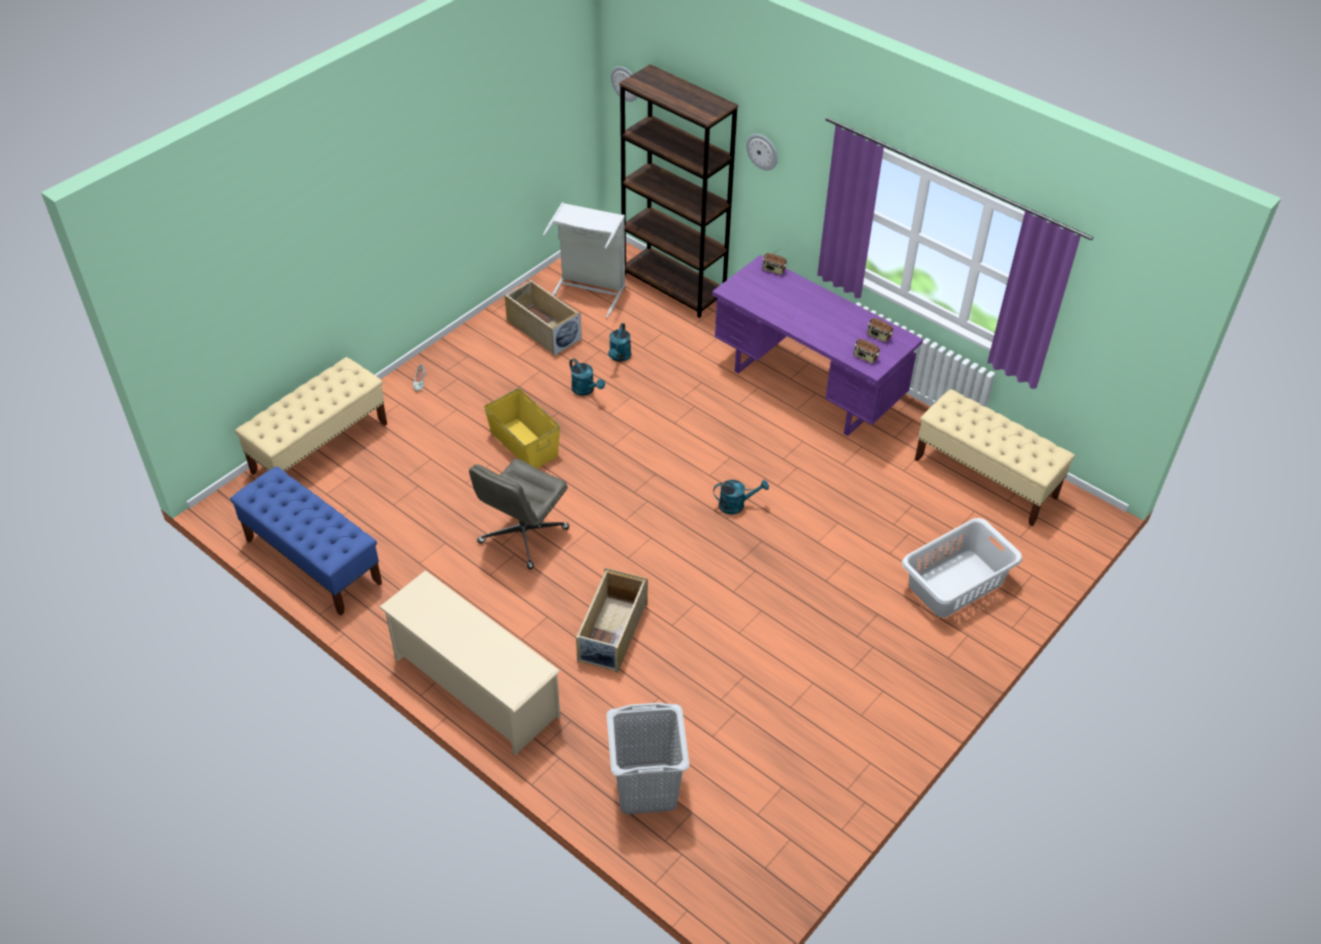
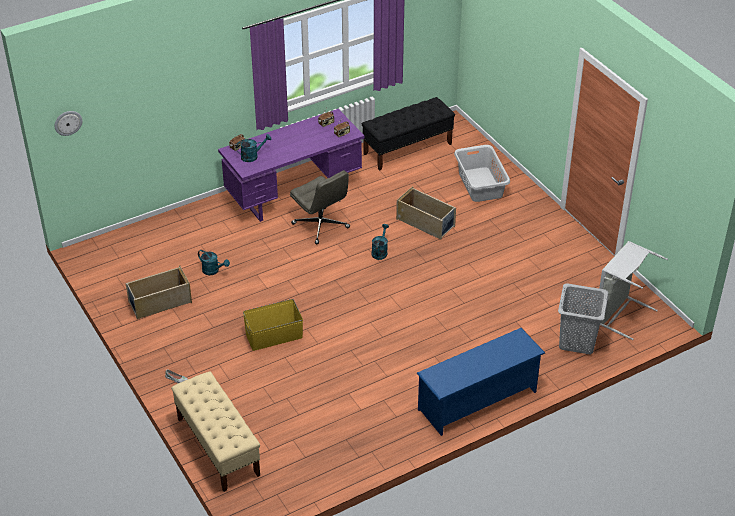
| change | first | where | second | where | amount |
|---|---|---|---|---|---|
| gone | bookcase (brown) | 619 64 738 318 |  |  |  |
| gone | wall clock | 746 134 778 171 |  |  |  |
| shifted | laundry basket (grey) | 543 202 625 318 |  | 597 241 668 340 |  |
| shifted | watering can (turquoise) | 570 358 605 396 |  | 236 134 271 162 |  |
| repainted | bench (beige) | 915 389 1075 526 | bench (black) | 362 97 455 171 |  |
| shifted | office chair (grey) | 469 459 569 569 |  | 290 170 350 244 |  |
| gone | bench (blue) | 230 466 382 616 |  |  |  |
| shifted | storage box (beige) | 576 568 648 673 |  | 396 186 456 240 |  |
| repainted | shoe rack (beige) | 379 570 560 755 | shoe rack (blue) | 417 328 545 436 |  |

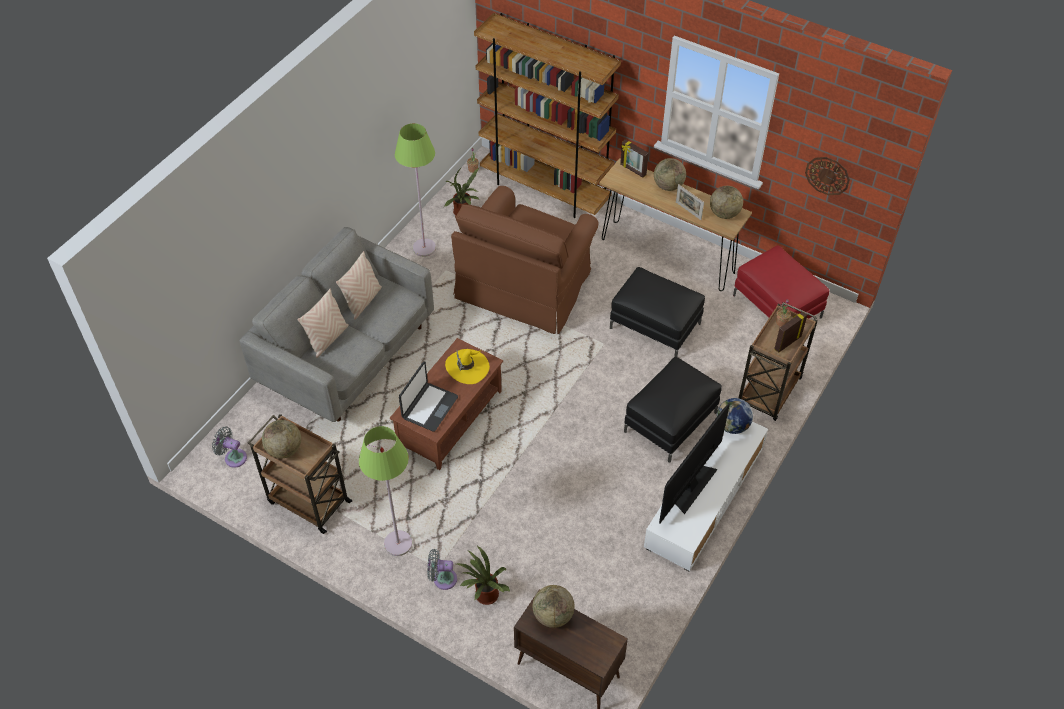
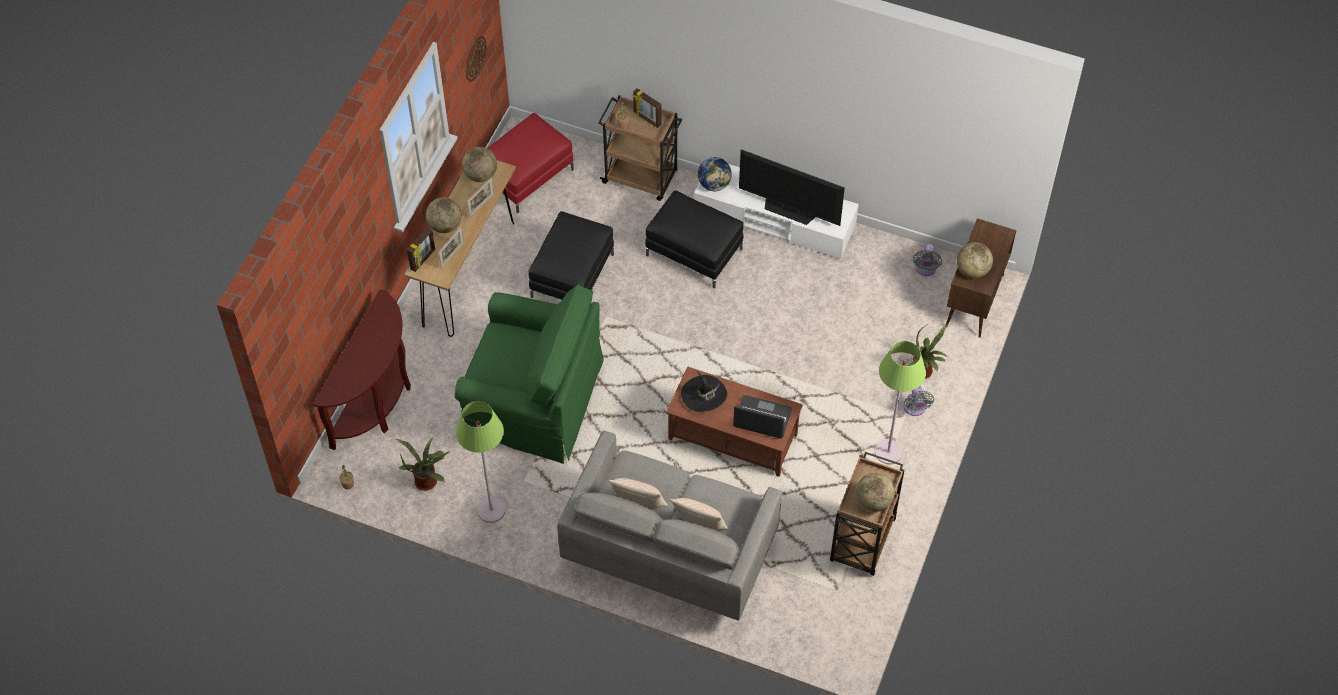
| change | first | where | second | where | amount |
|---|---|---|---|---|---|
| swapped | bookcase (brown) | 474 13 621 218 | console table (brown) | 313 289 411 450 |  |
| repainted | armchair (brown) | 451 186 599 334 | armchair (green) | 454 284 604 464 |  |
| repainted | hat (yellow) | 445 349 490 384 | hat (black) | 681 372 727 412 |  |
| shifted | fan (grey) | 212 427 247 468 |  | 913 244 942 276 |  |
| new |  |  | picture frame | 438 227 464 269 |  |

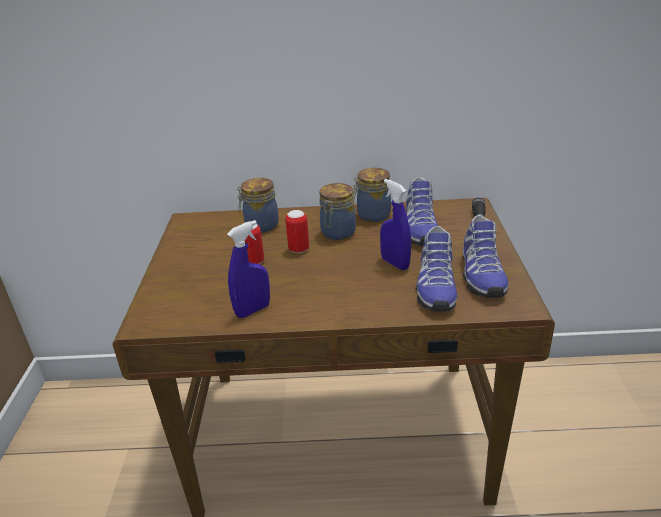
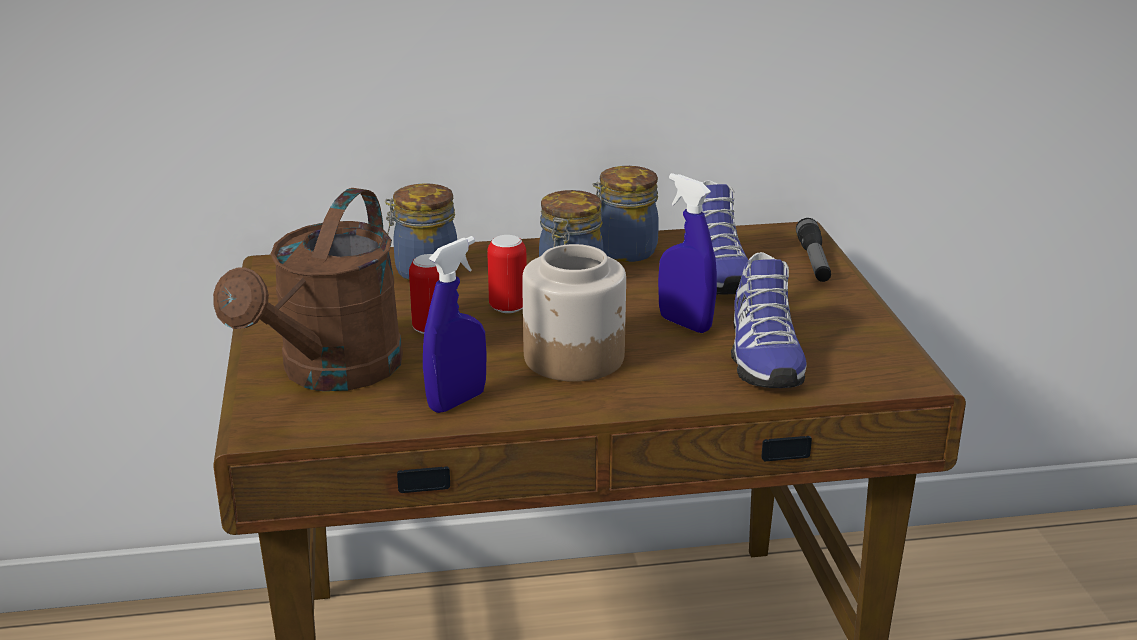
| change | first | where | second | where | amount |
|---|---|---|---|---|---|
| gone | shoe | 463 215 508 298 |  |  |  |
| new |  |  | watering can (brown) | 213 188 403 391 |  |
| new |  |  | jar | 522 244 626 382 |  |

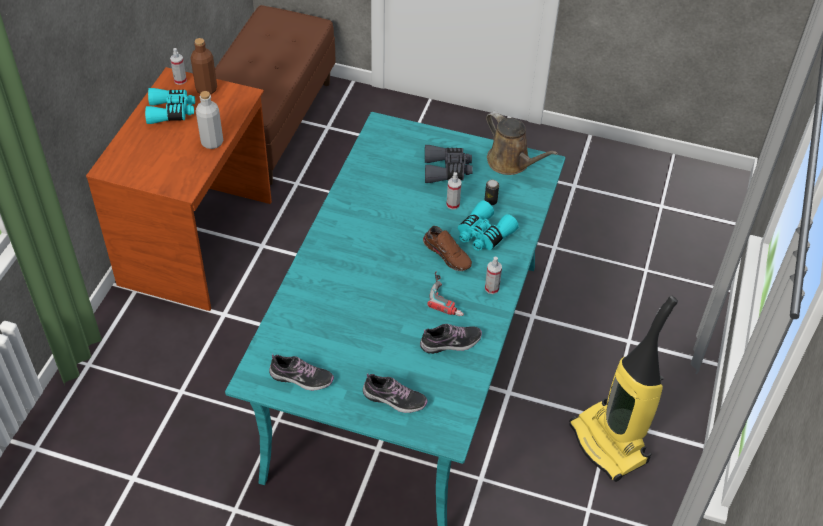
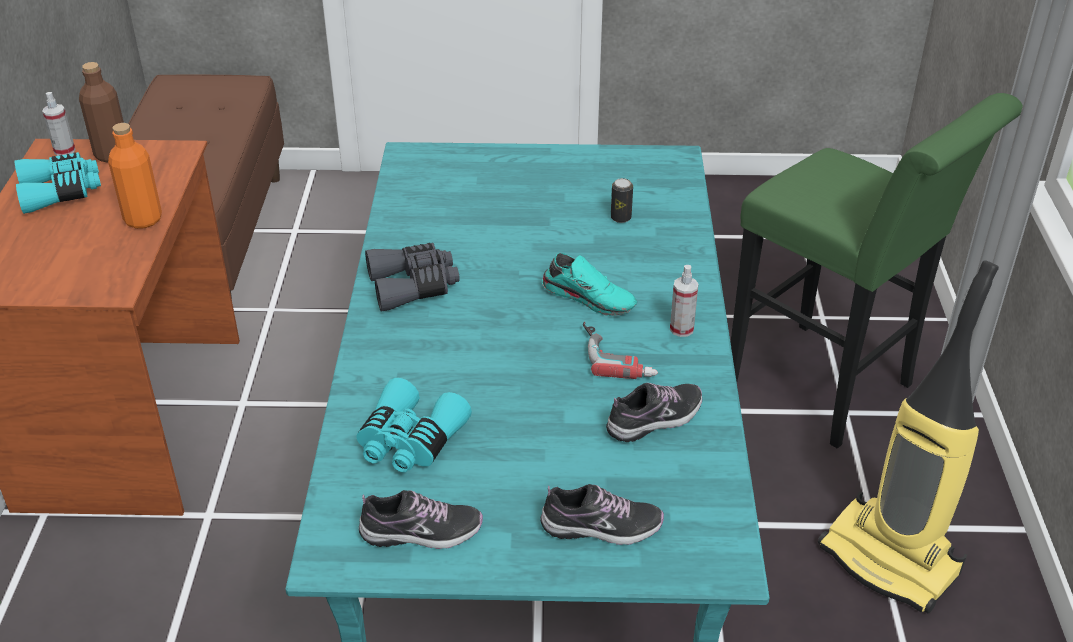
| change | first | where | second | where | amount |
|---|---|---|---|---|---|
| repainted | bottle (grey) | 196 91 223 149 | bottle (orange) | 108 123 162 229 |  |
| gone | watering can (brown) | 486 111 558 175 |  |  |  |
| shifted | binoculars (grey) | 425 145 473 183 |  | 365 243 460 311 |  |
| gone | spray bottle | 446 172 462 210 |  |  |  |
| shifted | binoculars (turquoise) | 458 200 519 251 |  | 356 378 472 473 |  |
| repainted | shoe (brown) | 423 226 472 271 | shoe (turquoise) | 541 253 637 316 |  |
| new |  |  | stool (green) | 730 93 1023 449 |  |

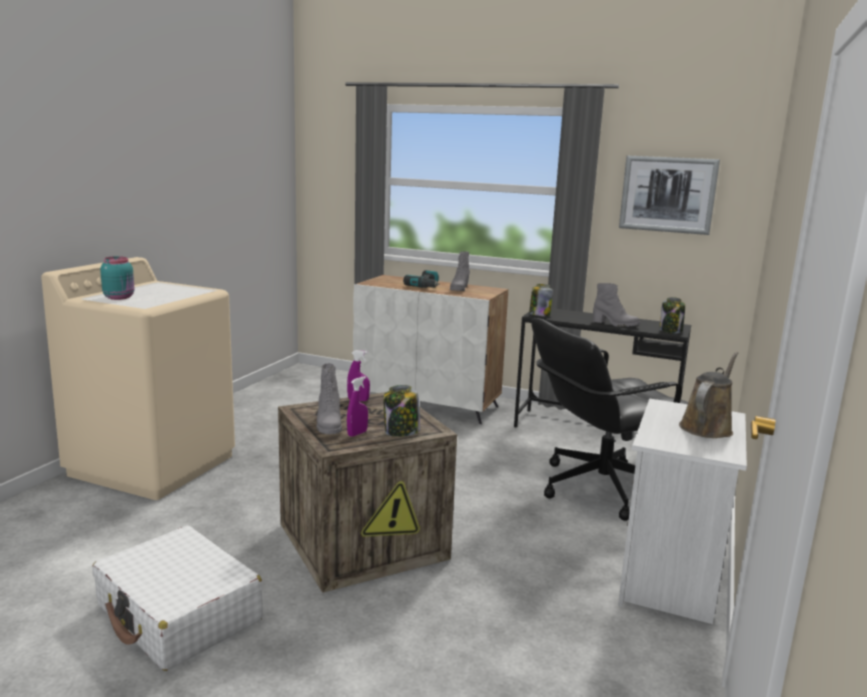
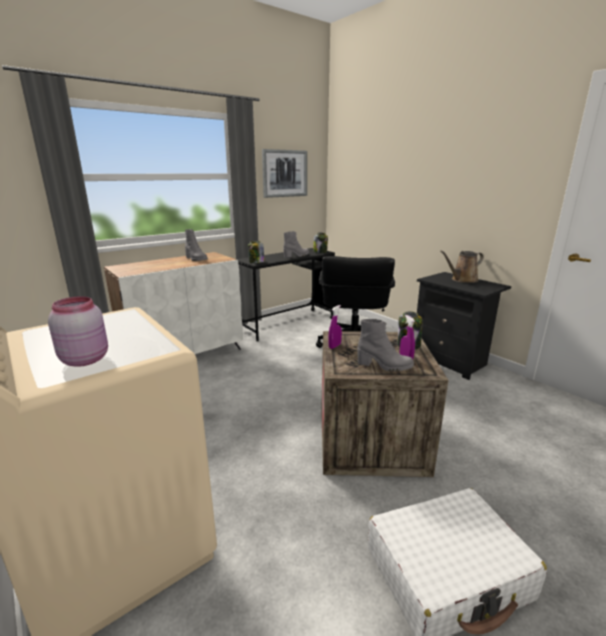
| change | first | where | second | where | amount |
|---|---|---|---|---|---|
| repainted | jar (turquoise) | 100 256 135 300 | jar (pink) | 48 296 108 367 |  |
| gone | power drill | 403 270 440 288 |  |  |  |
| rotated | watering can (brown) | 679 352 738 438 |  | 440 251 484 283 | 90 degrees counterclockwise |
| repainted | nightstand (white) | 618 398 747 624 | nightstand (black) | 417 272 511 380 |  |

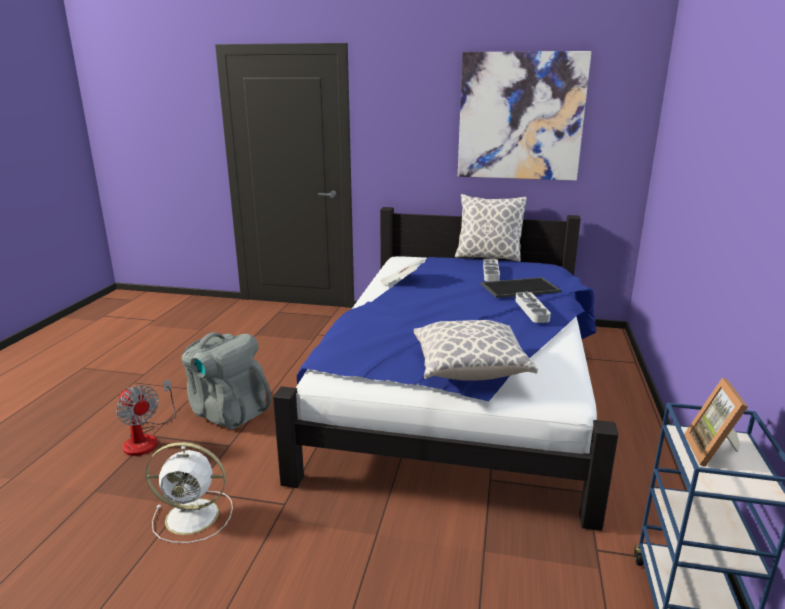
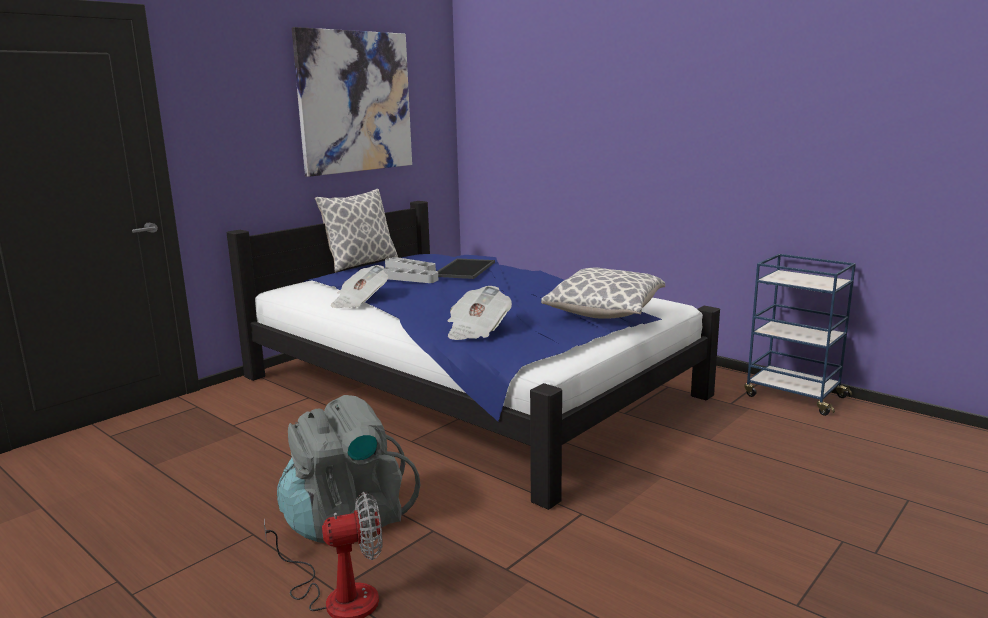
| change | first | where | second | where | amount |
|---|---|---|---|---|---|
| shifted | tray (grey) | 515 292 551 323 |  | 383 267 438 283 |  |
| gone | picture frame | 684 378 748 467 |  |  |  |
| gone | fan (white) | 146 442 233 543 |  |  |  |
| new |  |  | newspaper | 448 286 512 340 |  |

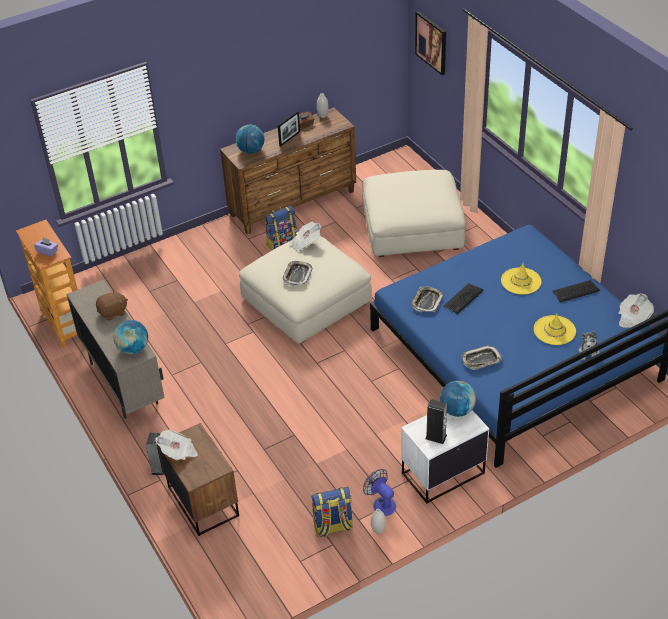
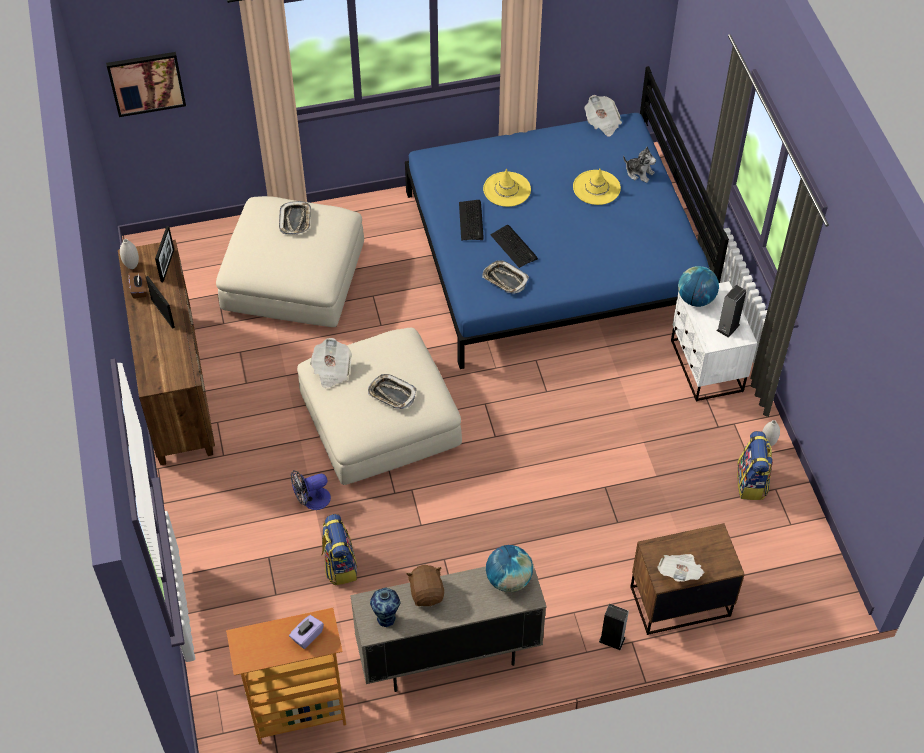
| change | first | where | second | where | amount |
|---|---|---|---|---|---|
| gone | globe | 235 125 264 154 |  |  |  |
| shifted | backpack | 265 206 298 251 |  | 321 514 358 585 |  |
| shifted | keyboard | 552 280 600 302 |  | 459 200 484 241 |  |
| shifted | tray | 461 345 502 370 |  | 279 201 311 235 |  |
| shifted | fan | 363 469 396 516 |  | 291 470 331 510 |  |
| new |  |  | picture frame | 155 226 174 282 |  |
| new |  |  | vase | 370 587 400 628 |  |

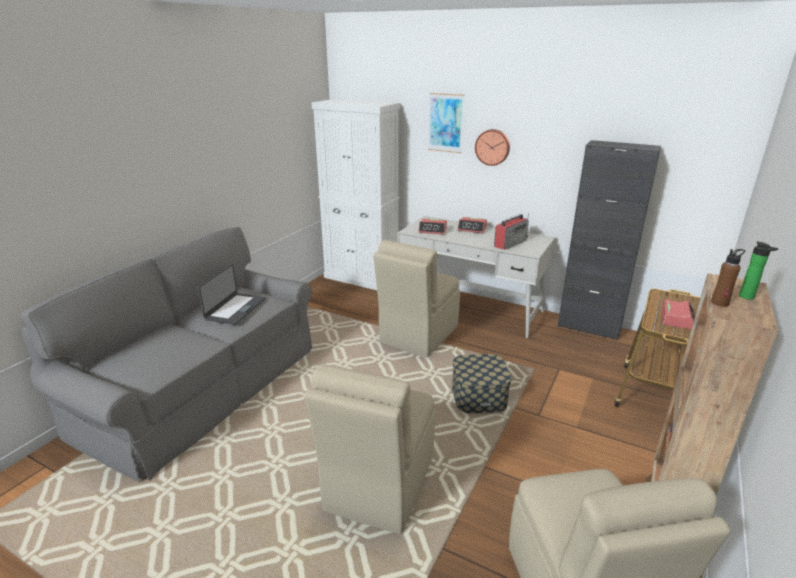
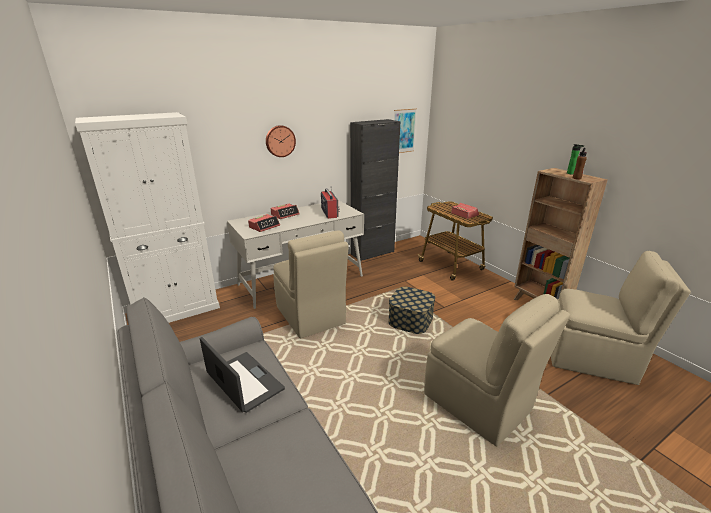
| change | first | where | second | where | amount |
|---|---|---|---|---|---|
| shifted | picture | 428 93 464 153 |  | 394 108 417 153 |  |

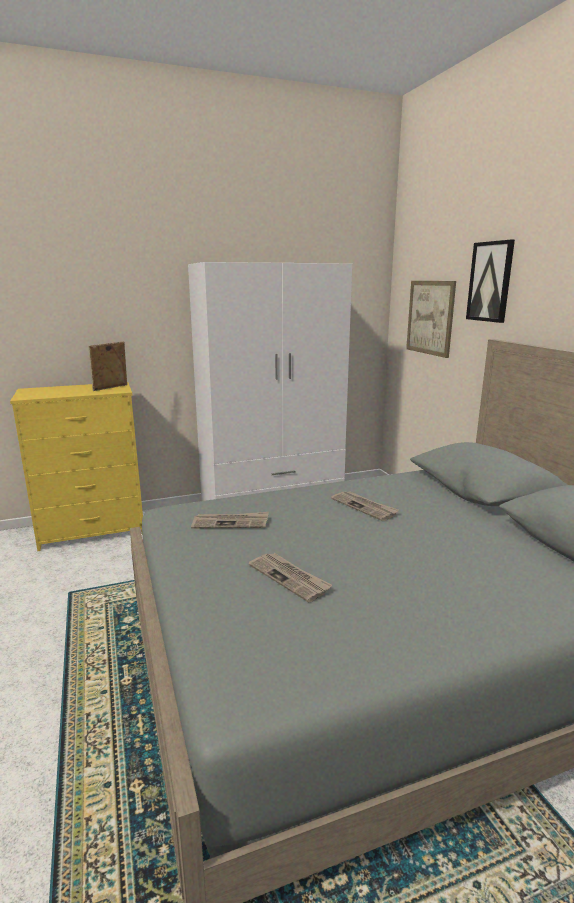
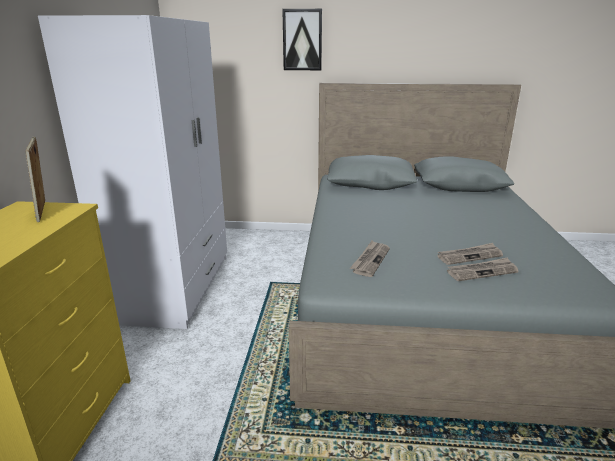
| change | first | where | second | where | amount |
|---|---|---|---|---|---|
| gone | picture | 406 281 456 358 |  |  |  |
| shifted | newspaper | 331 491 399 521 |  | 447 257 518 281 |  |

